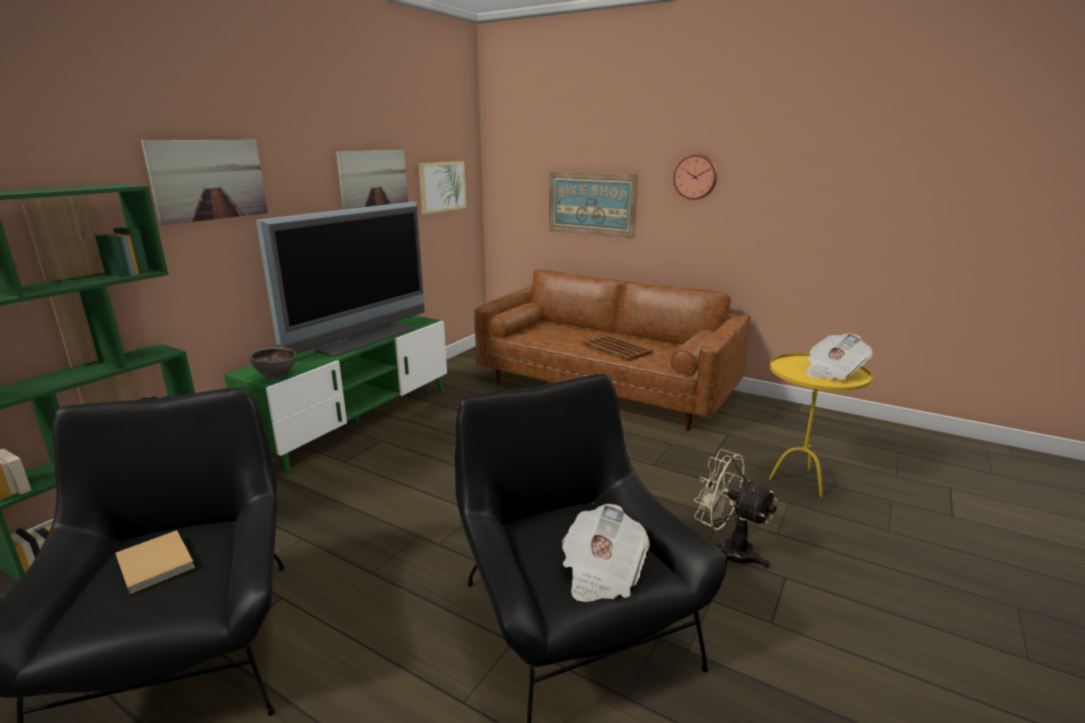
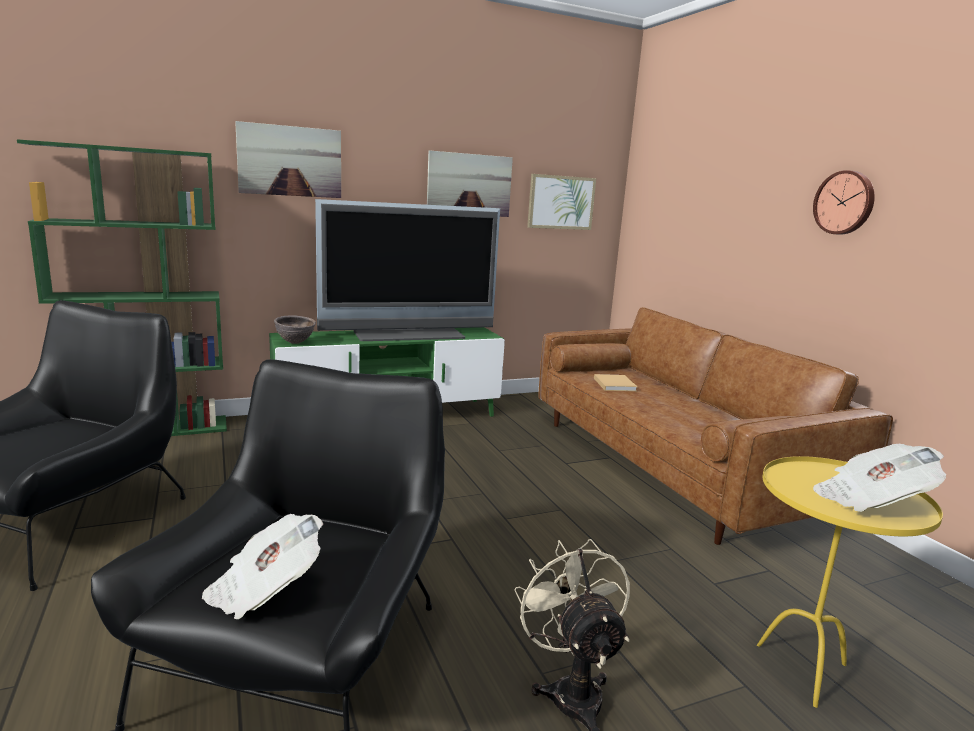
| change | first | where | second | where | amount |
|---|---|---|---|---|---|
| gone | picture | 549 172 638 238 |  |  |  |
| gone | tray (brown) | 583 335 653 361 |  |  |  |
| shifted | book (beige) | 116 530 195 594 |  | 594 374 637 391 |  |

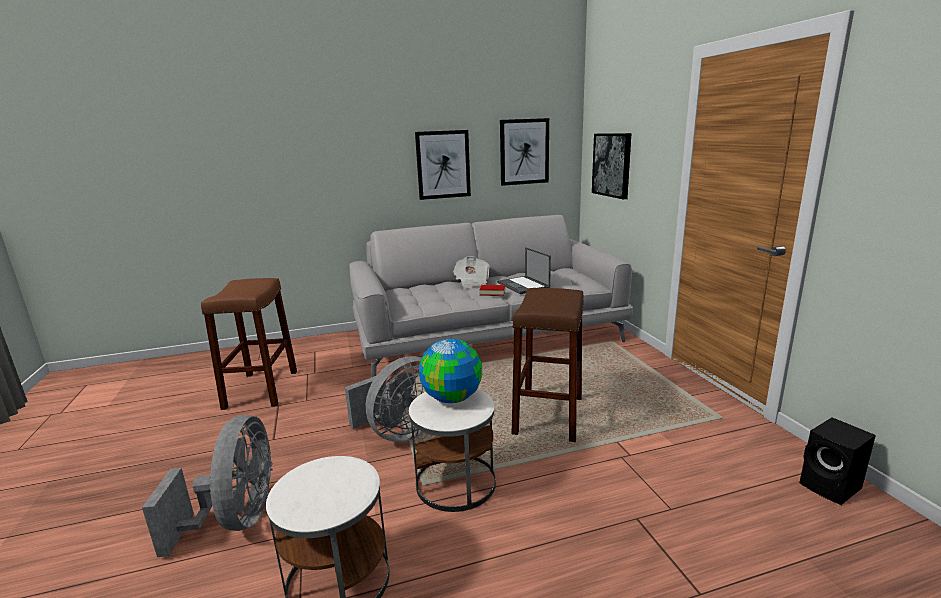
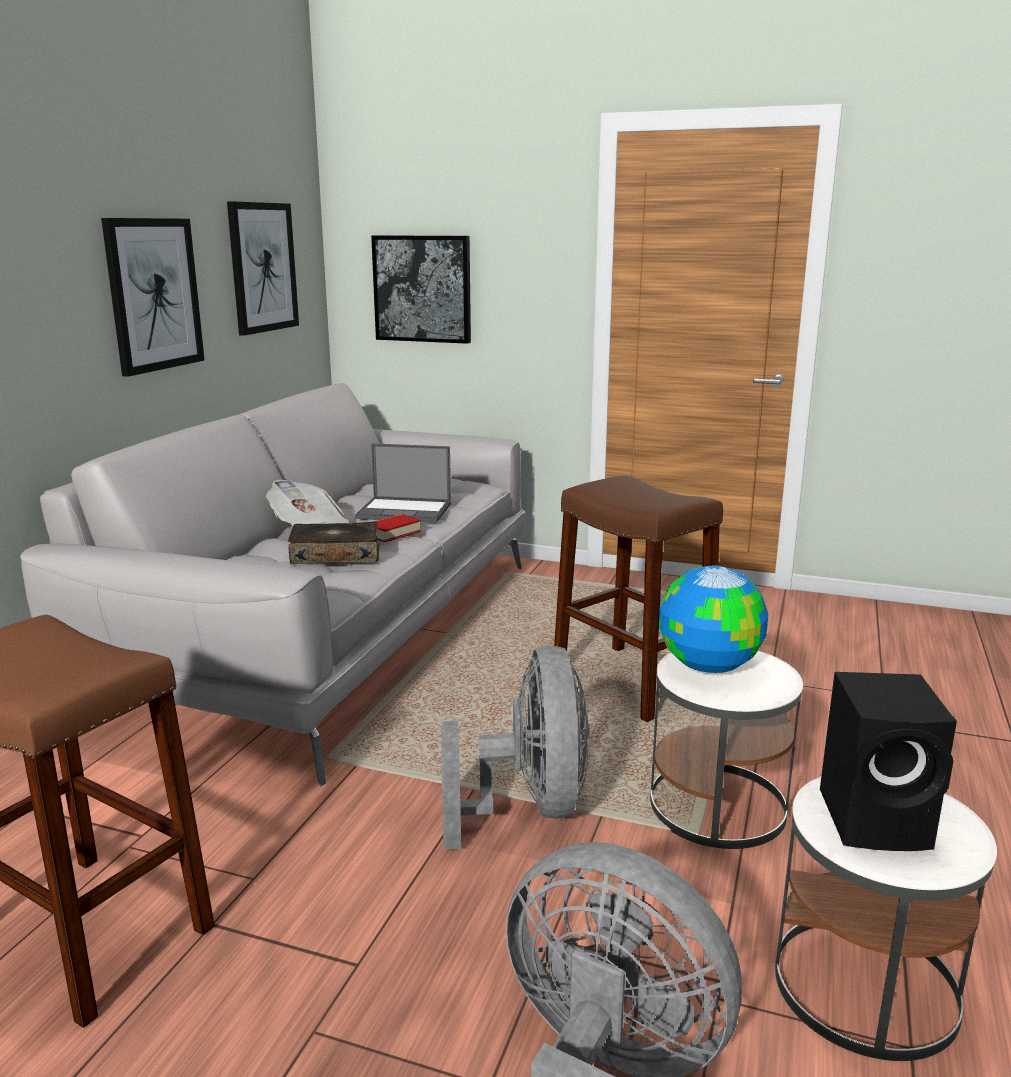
| change | first | where | second | where | amount |
|---|---|---|---|---|---|
| shifted | speaker (black) | 799 417 876 505 |  | 820 672 957 851 |  |
| new |  |  | book | 288 521 379 564 |  |

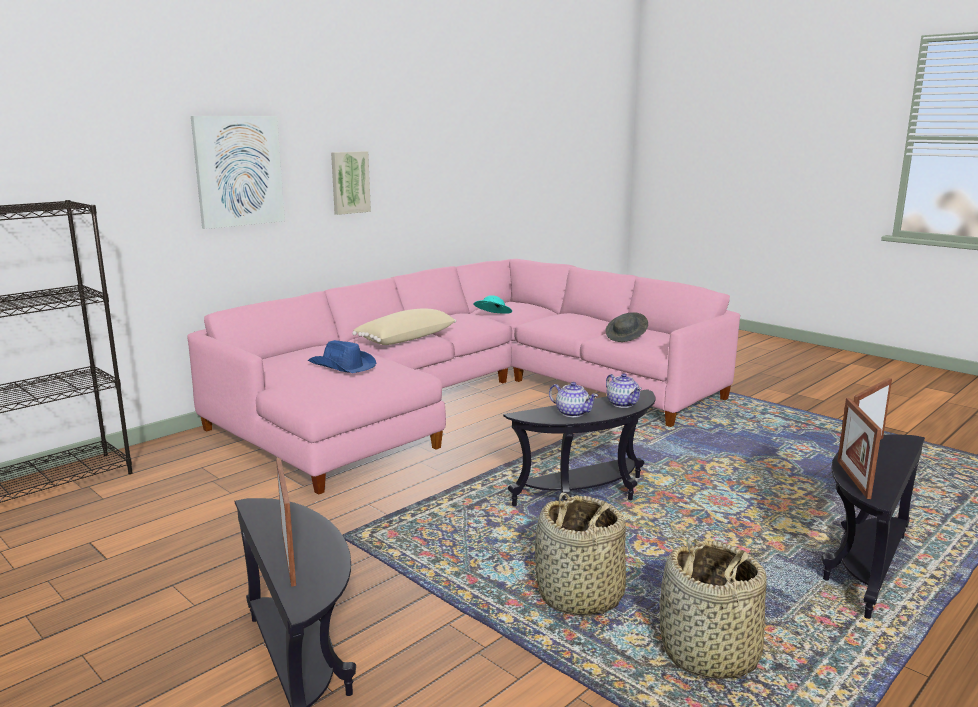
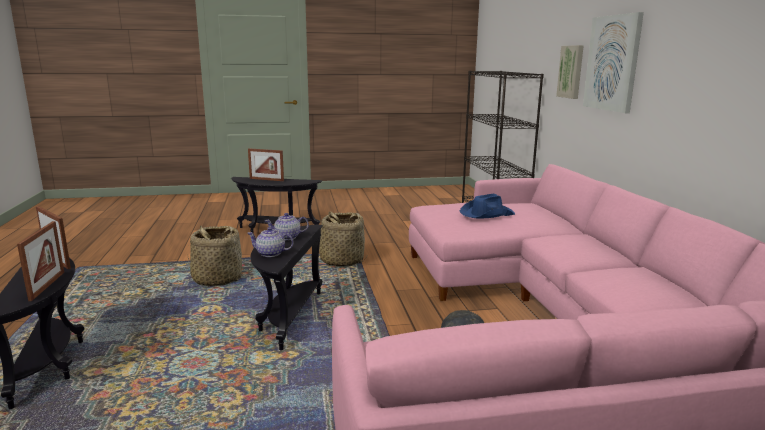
| change | first | where | second | where | amount |
|---|---|---|---|---|---|
| shifted | picture | 331 151 371 215 |  | 556 45 584 99 |  |
| gone | hat (turquoise) | 473 295 512 314 |  |  |  |
| gone | pillow (beige) | 352 309 456 345 |  |  |  |
| shifted | basket | 660 537 767 679 |  | 319 211 367 267 |  |

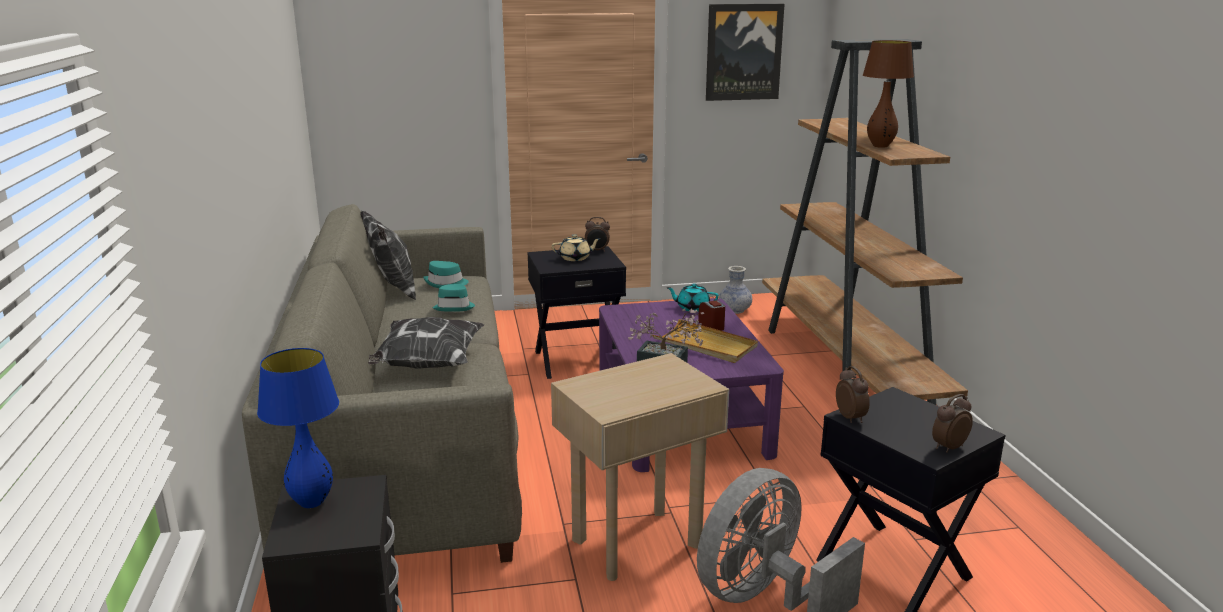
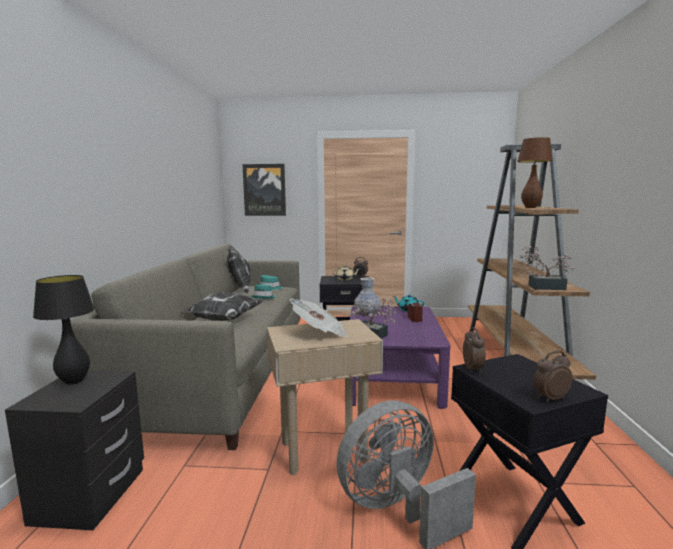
| change | first | where | second | where | amount |
|---|---|---|---|---|---|
| shifted | picture | 706 4 785 101 |  | 242 164 286 216 |  |
| shifted | vase | 719 266 752 314 |  | 354 277 381 315 |  |
| gone | tray (beige) | 652 319 758 363 |  |  |  |
| repainted | table lamp (blue) | 257 348 339 508 | table lamp (black) | 33 275 95 385 |  |
| new |  |  | potted plant | 518 245 575 290 |  |
| new |  |  | newspaper | 289 299 348 337 |  |

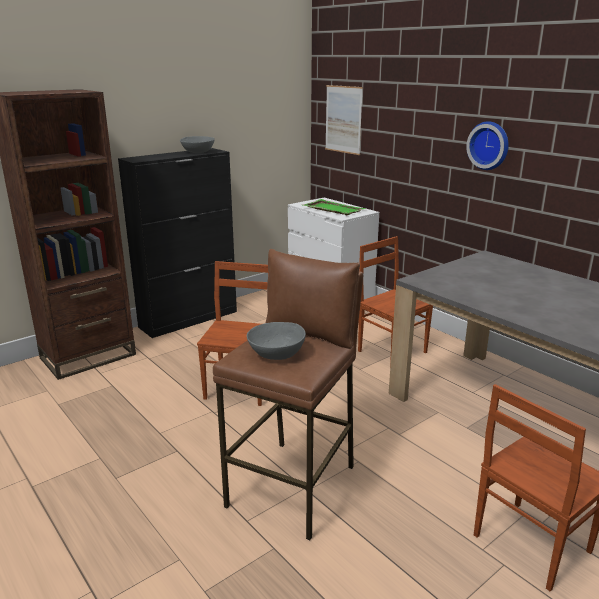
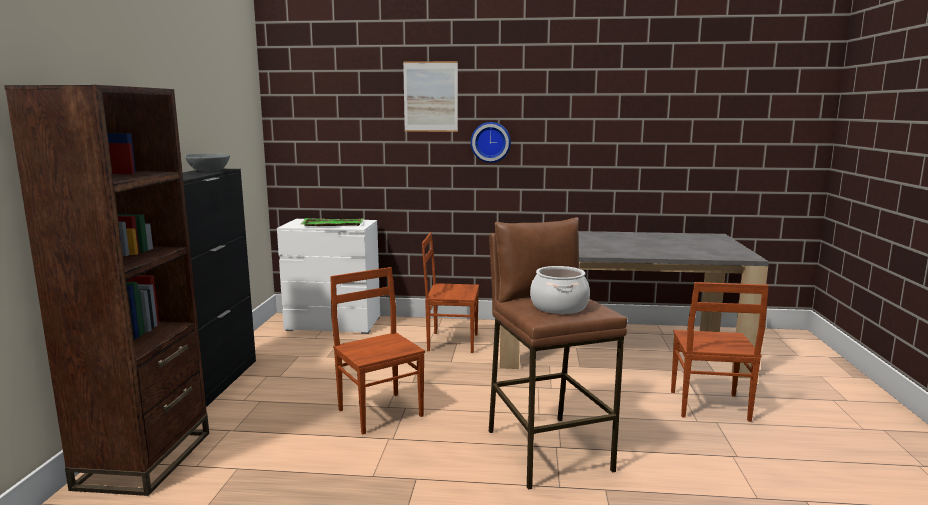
| change | first | where | second | where | amount |
|---|---|---|---|---|---|
| shifted | picture | 325 85 363 155 |  | 403 61 458 132 |  |
| swapped | bowl (grey) | 247 322 306 360 | cooking pot | 530 266 590 314 |  |

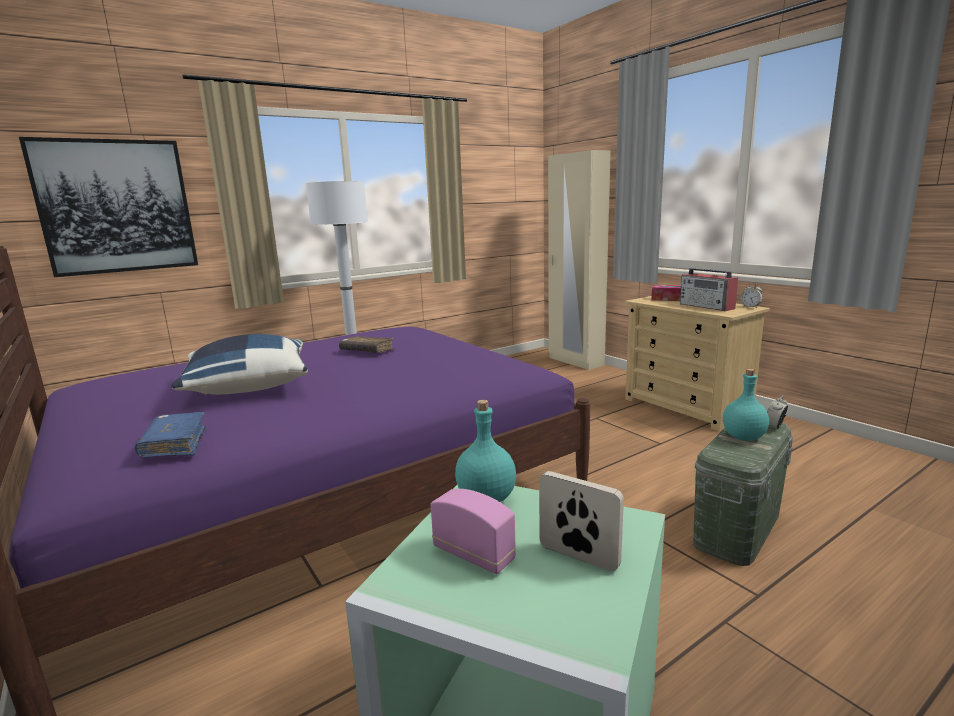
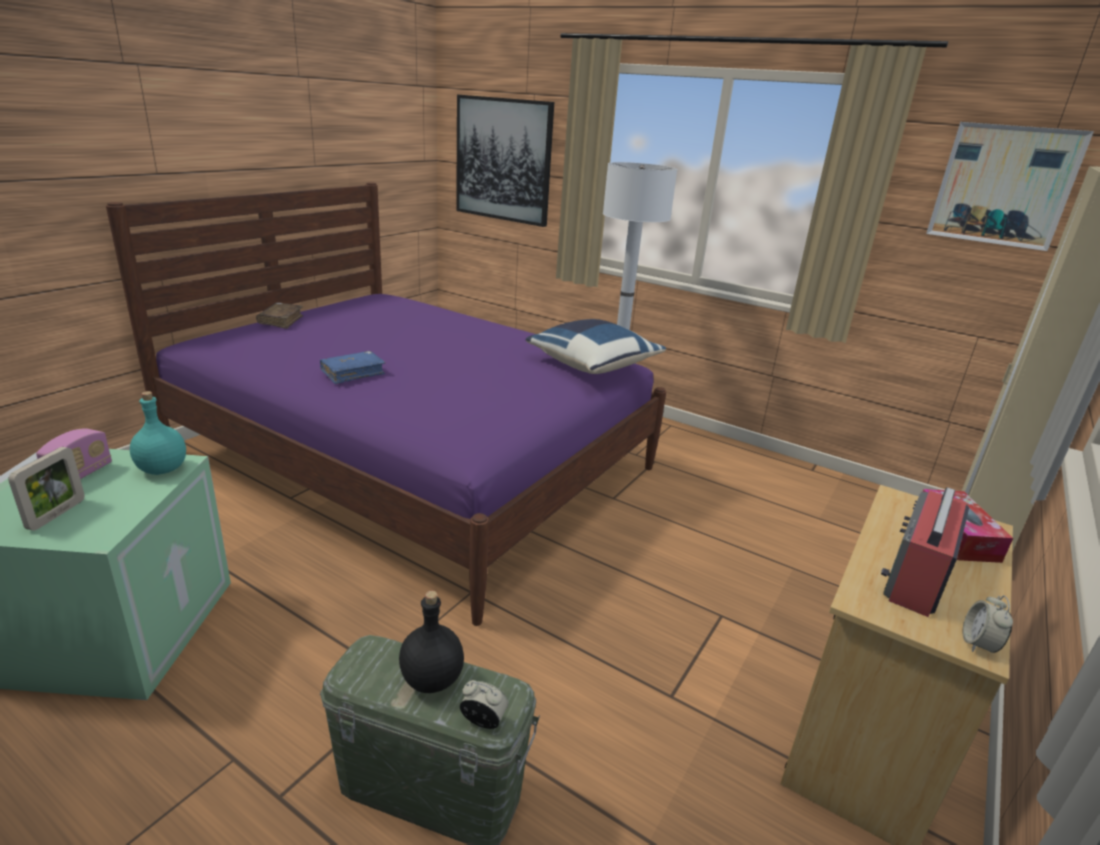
| change | first | where | second | where | amount |
|---|---|---|---|---|---|
| shifted | pillow (blue) | 171 334 308 395 |  | 525 319 666 374 |  |
| shifted | book (brown) | 339 336 395 353 |  | 256 302 303 329 |  |
| repainted | bottle (turquoise) | 723 369 769 441 | bottle (black) | 399 590 464 693 |  |
| shifted | book (blue) | 135 412 206 457 |  | 320 351 385 384 |  |
| new |  |  | picture | 926 122 1094 251 |  |

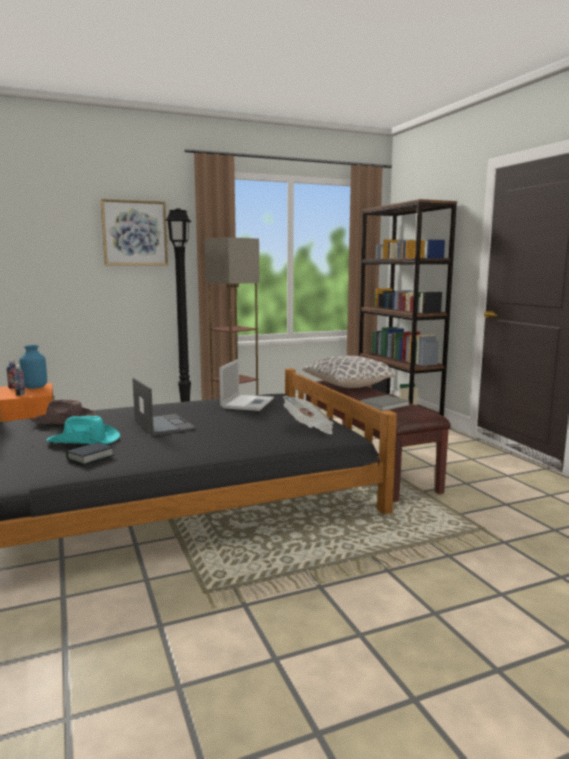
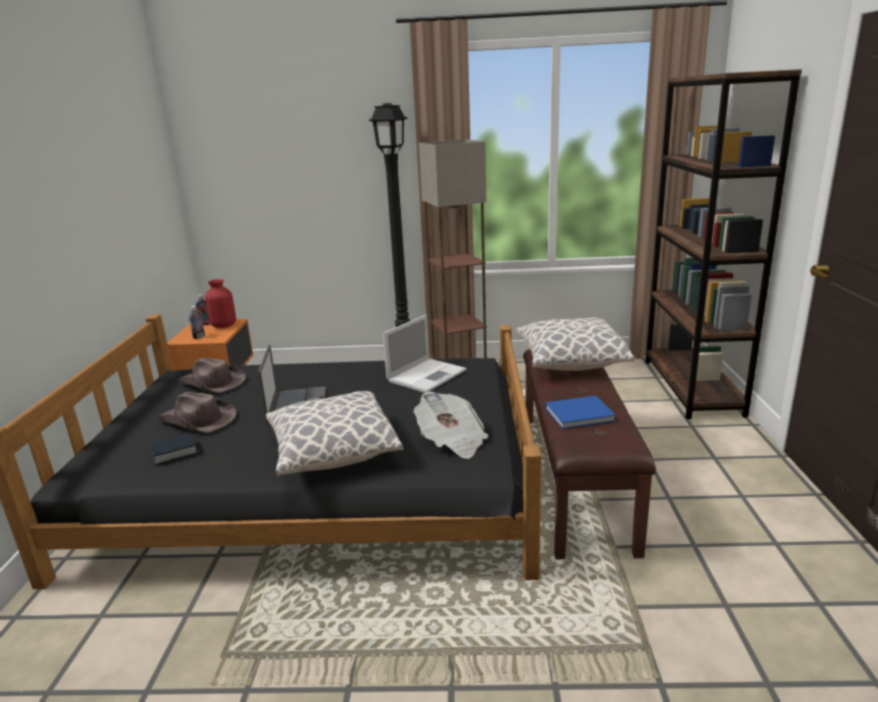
| change | first | where | second | where | amount |
|---|---|---|---|---|---|
| gone | picture | 100 199 168 265 |  |  |  |
| repainted | vase (blue) | 19 345 47 389 | vase (red) | 205 279 236 328 |  |
| repainted | book (grey) | 360 395 410 411 | book (blue) | 545 396 616 429 |  |
| repainted | hat (turquoise) | 46 416 120 444 | hat (brown) | 157 392 237 433 |  |
| new |  |  | pillow | 266 391 403 475 |  |

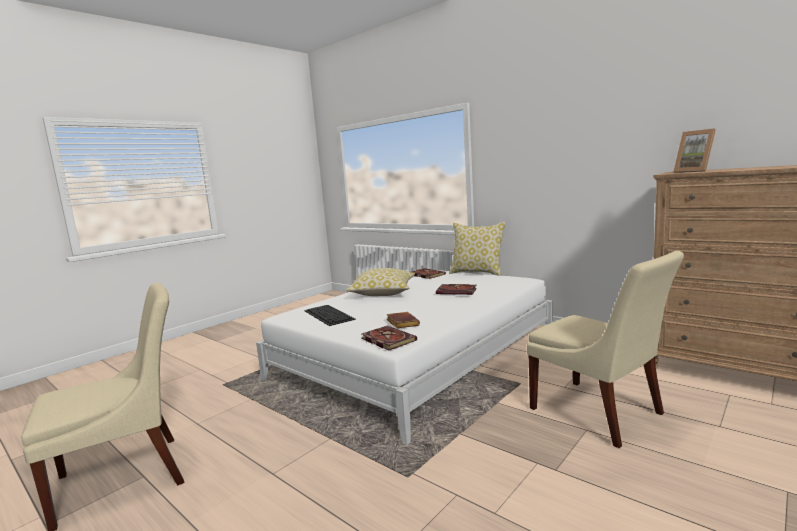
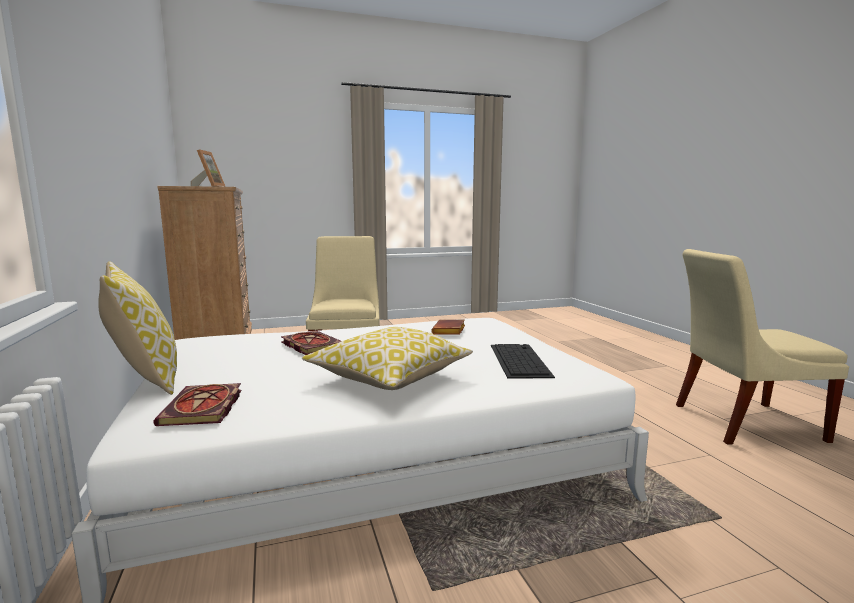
| change | first | where | second | where | amount |
|---|---|---|---|---|---|
| gone | book | 361 326 417 351 |  |  |  |

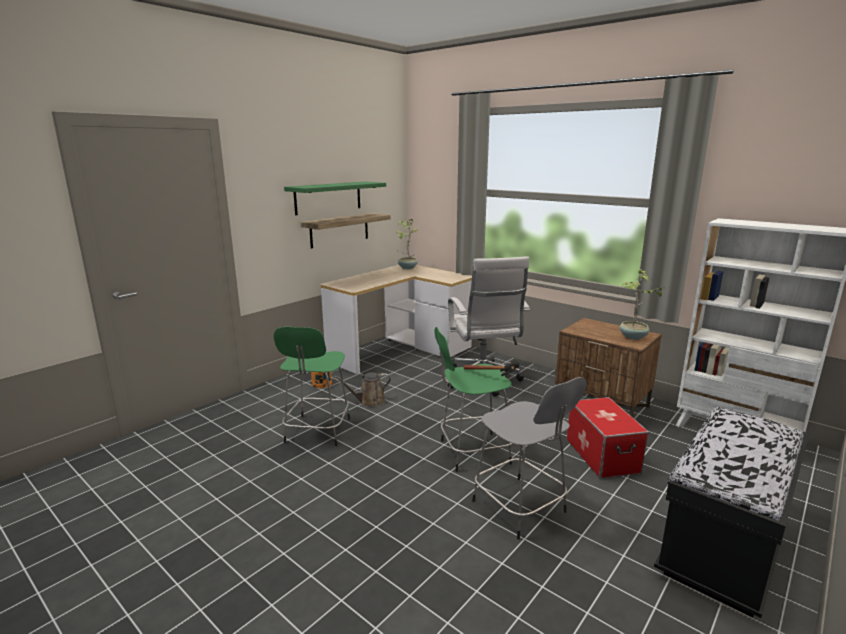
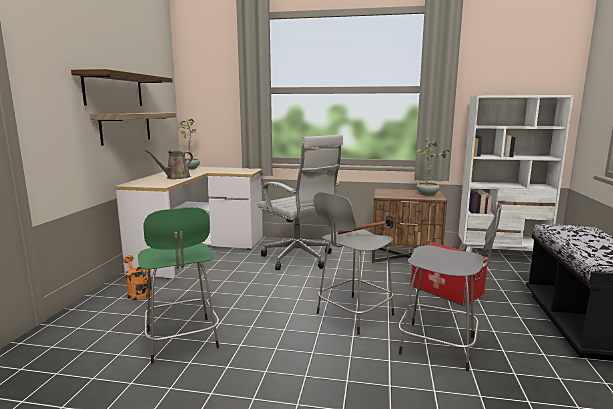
| change | first | where | second | where | amount |
|---|---|---|---|---|---|
| repainted | shelf (green) | 284 182 386 215 | shelf (brown) | 71 69 173 106 |  |
| repainted | stool (green) | 434 327 513 472 | stool (grey) | 313 192 394 335 |  |
| shifted | watering can (brown) | 334 372 391 406 |  | 145 150 193 179 |  |

